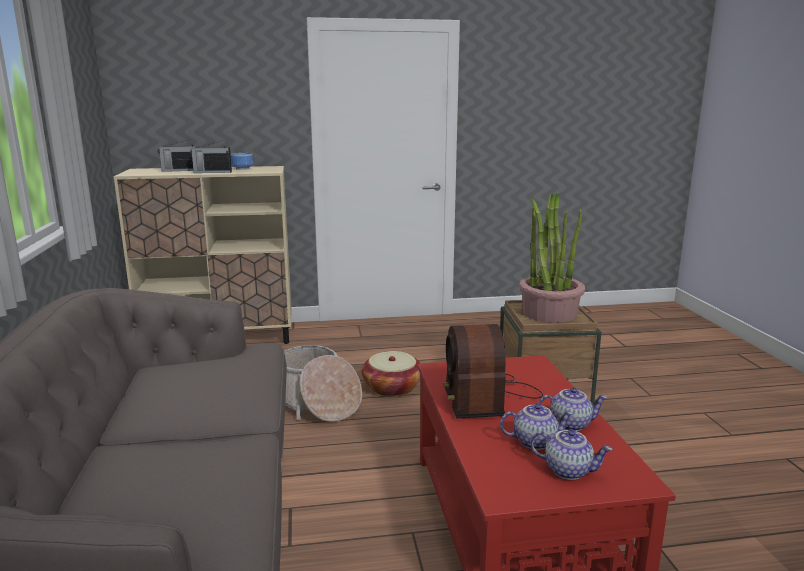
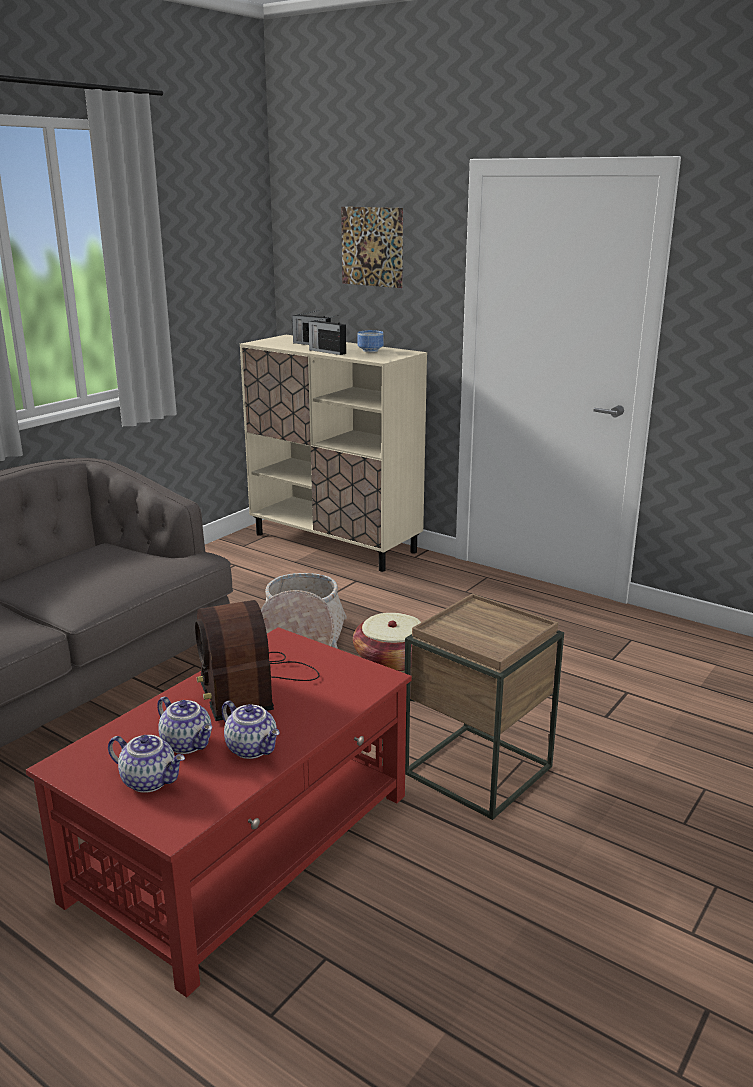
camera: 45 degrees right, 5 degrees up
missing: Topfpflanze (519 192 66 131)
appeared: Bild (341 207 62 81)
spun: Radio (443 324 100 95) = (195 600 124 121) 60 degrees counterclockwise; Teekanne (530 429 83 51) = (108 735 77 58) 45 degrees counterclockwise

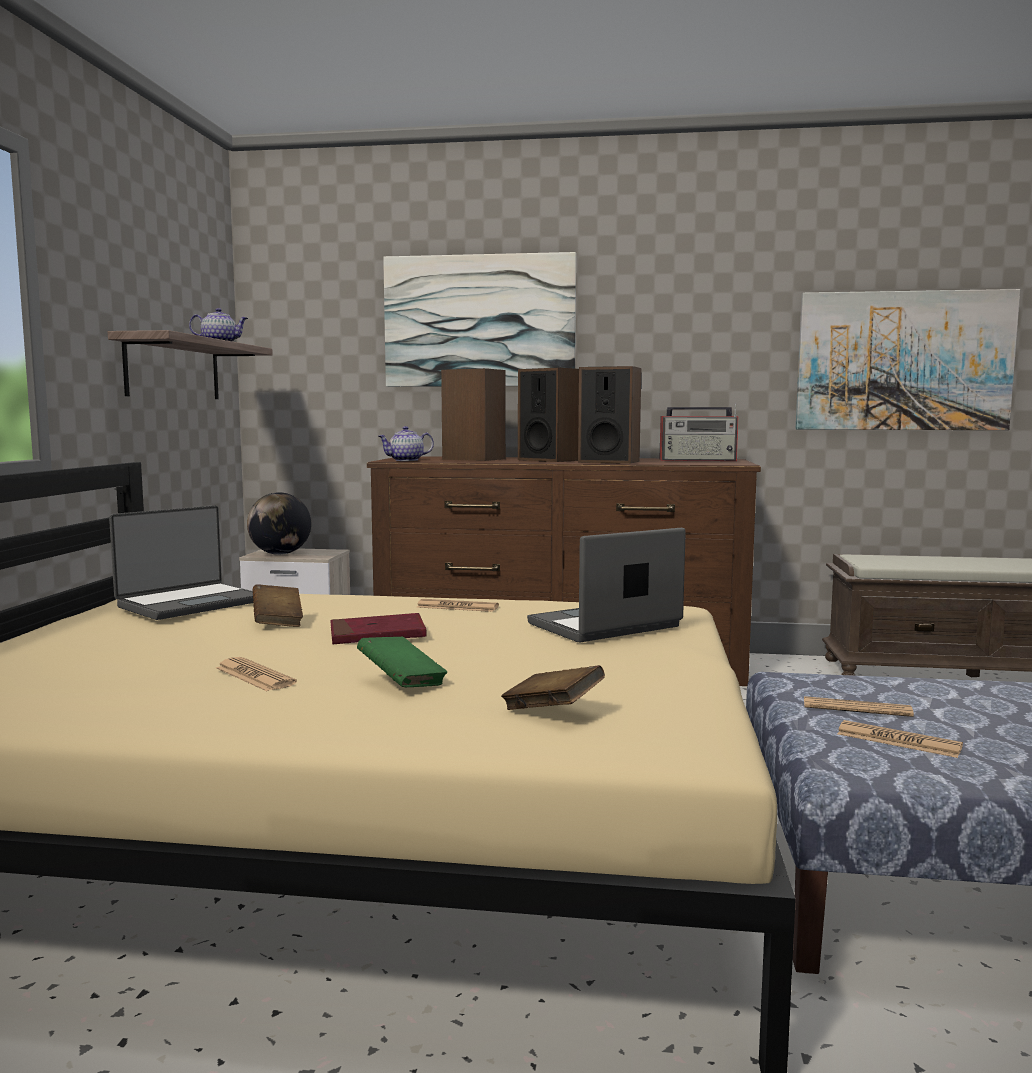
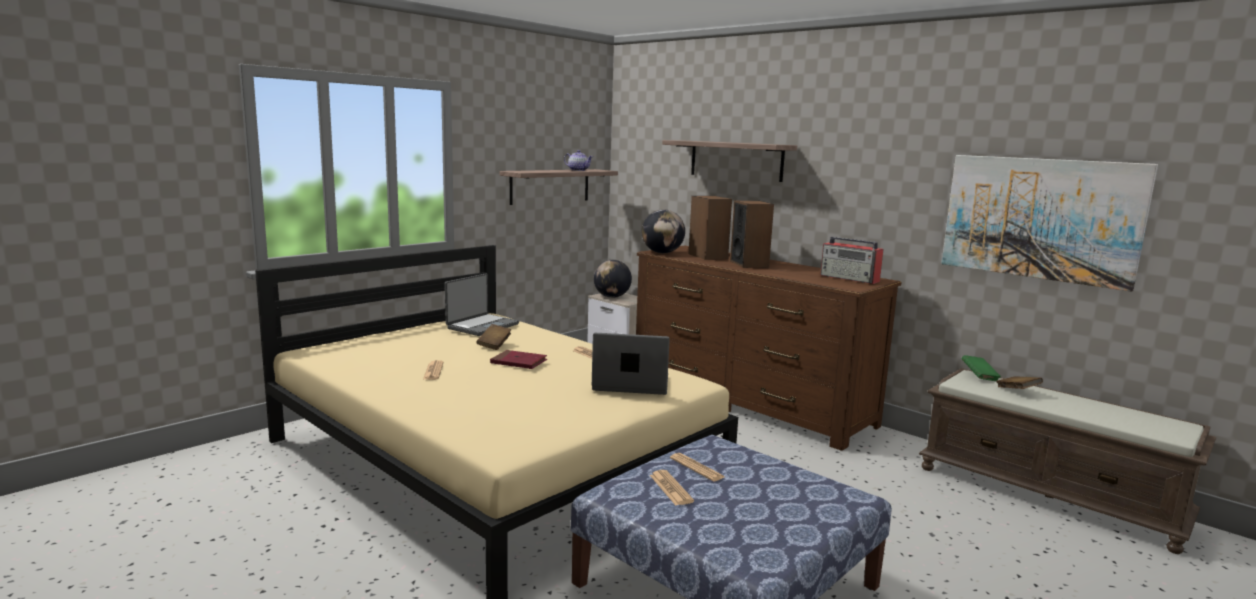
camera: 35 degrees right, 5 degrees up
missing: Lautsprecher (578 366 63 98)
relocated: Buch [grün] (357 637 90 50) to (961 355 40 26); Buch [braun] (501 665 104 45) to (996 376 47 13)
exchanged: Teekanne (378 426 56 35) to Globus (642 209 43 44); Bild (383 252 193 135) to Wandregal (662 140 135 42)
spun: Laptop (109 505 144 115) = (445 273 74 63) 45 degrees counterclockwise

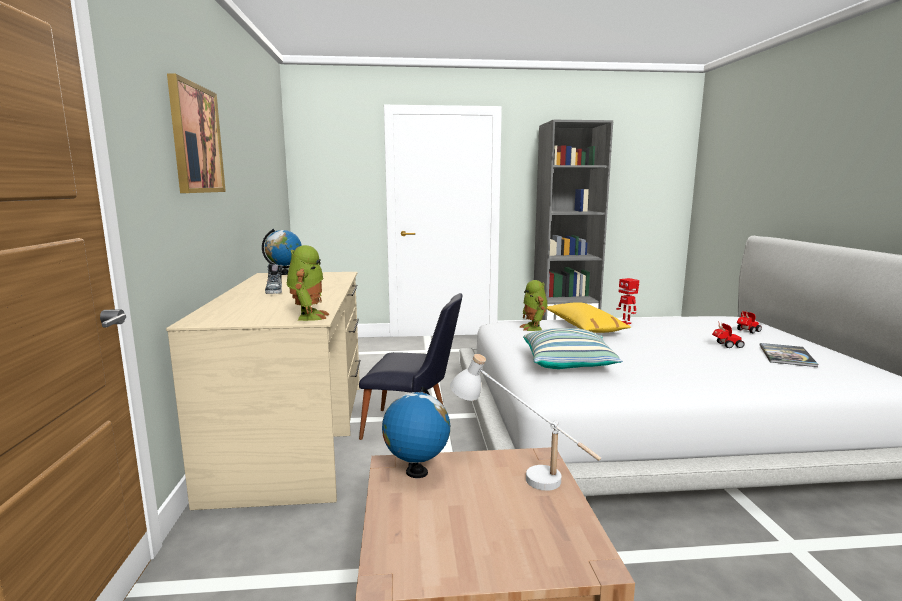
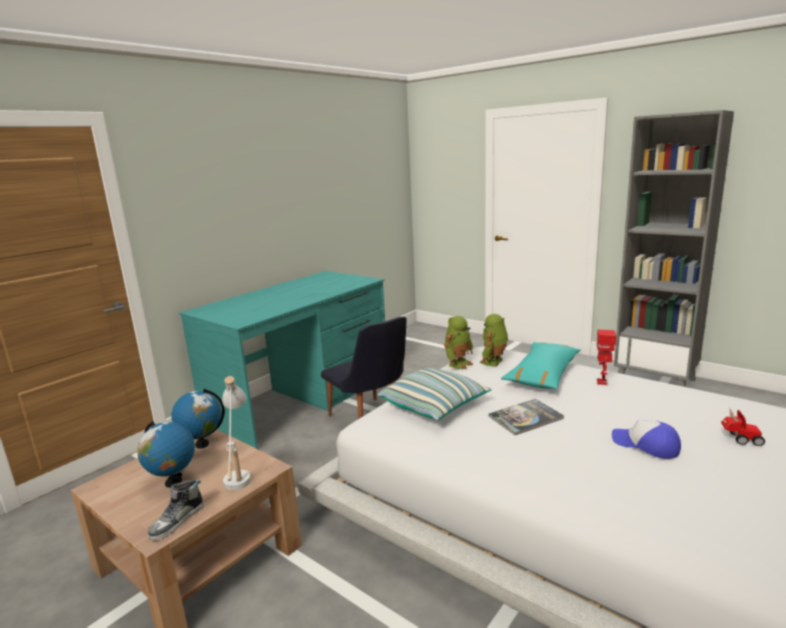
camera: 45 degrees right, 5 degrees up
missing: Bild (167 73 59 120)
relocated: Globus (262 229 40 46) to (137 421 58 66); Schuh (265 264 18 30) to (148 479 56 61); Spielzeugroboter (287 245 43 76) to (444 316 29 53); Buch (759 343 60 24) to (488 399 76 36)
exchanged: Spielzeugauto (712 321 33 27) to Kappe (612 420 69 39)
colour: Schreibtisch [beige] (166 272 194 238) to Schreibtisch [türkis] (179 271 206 178); Kissen [gelb] (546 302 85 31) to Kissen [türkis] (501 342 80 47)

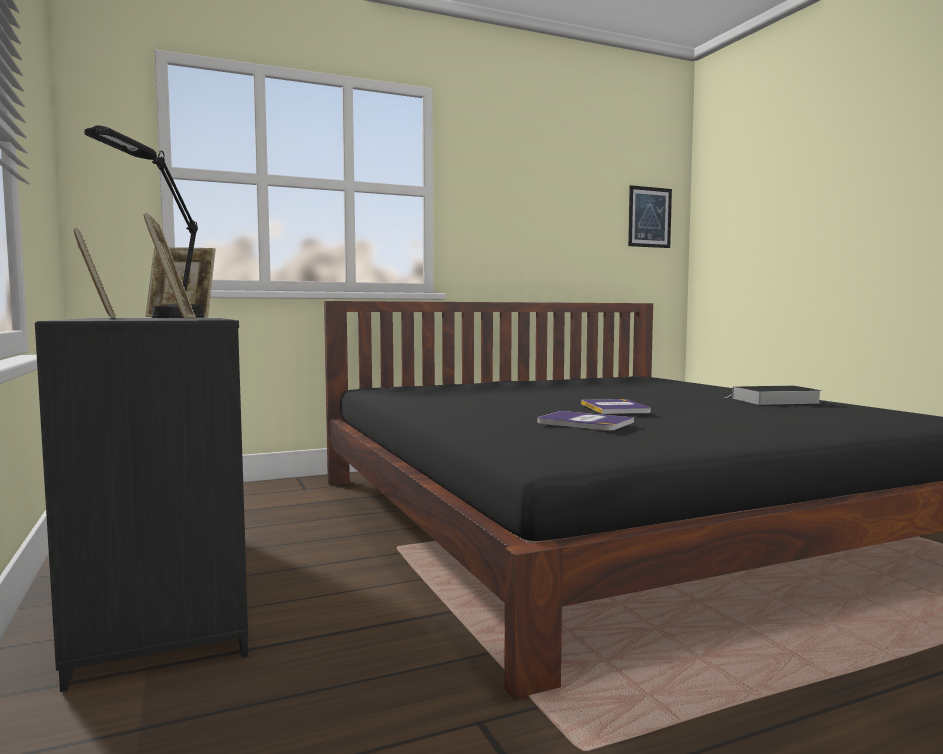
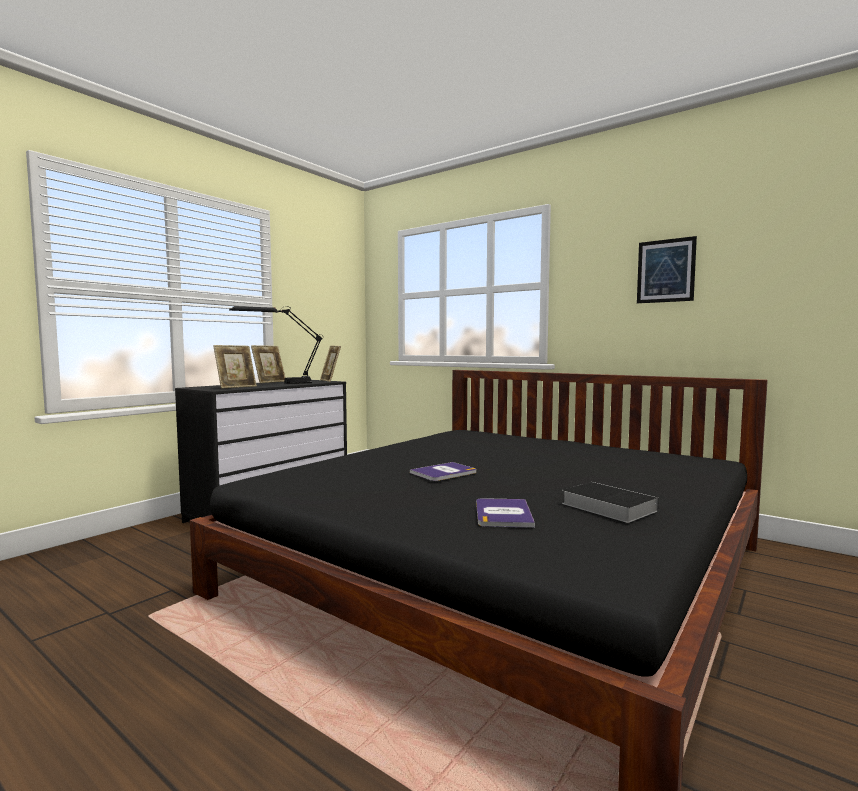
camera: 60 degrees right, 0 degrees up
relocated: Buch (537 411 97 20) to (476 498 59 30); Bild (628 185 44 63) to (637 236 60 67)

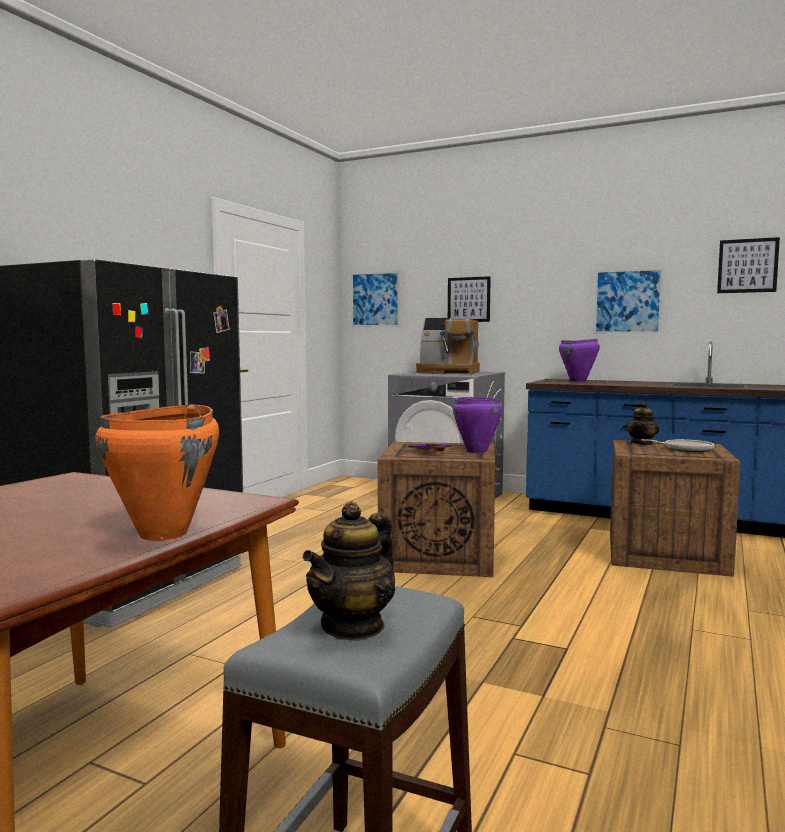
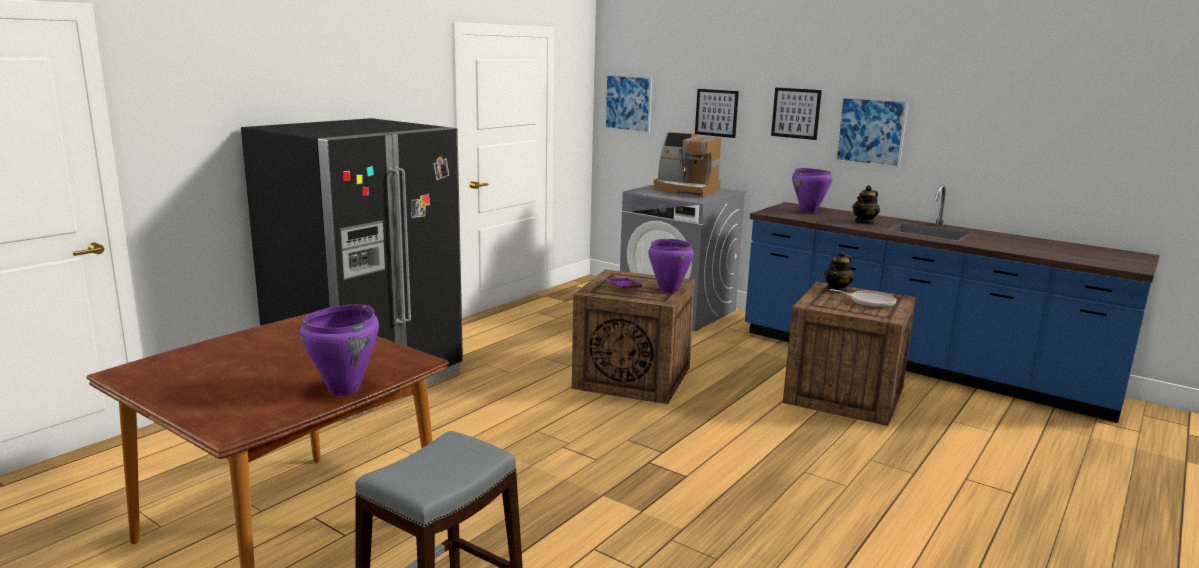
camera: 10 degrees right, 10 degrees up
relocated: Teekanne (302 501 93 140) to (852 185 28 39); Bild (717 237 63 56) to (771 88 51 52)
colour: Kochtopf [orange] (95 404 124 137) to Kochtopf [lila] (300 304 79 91)

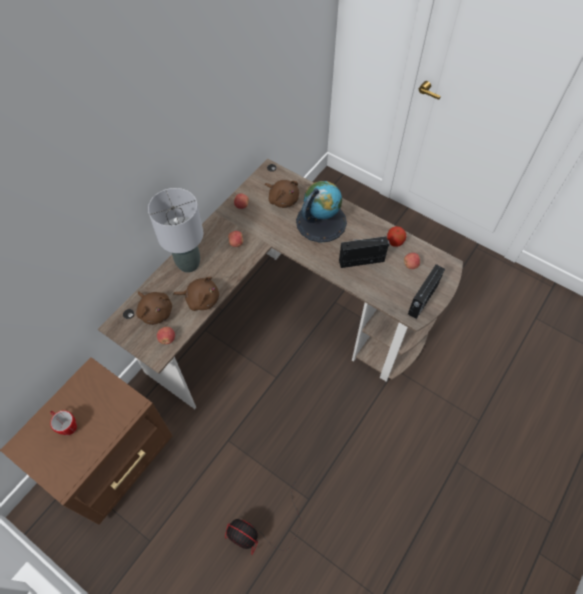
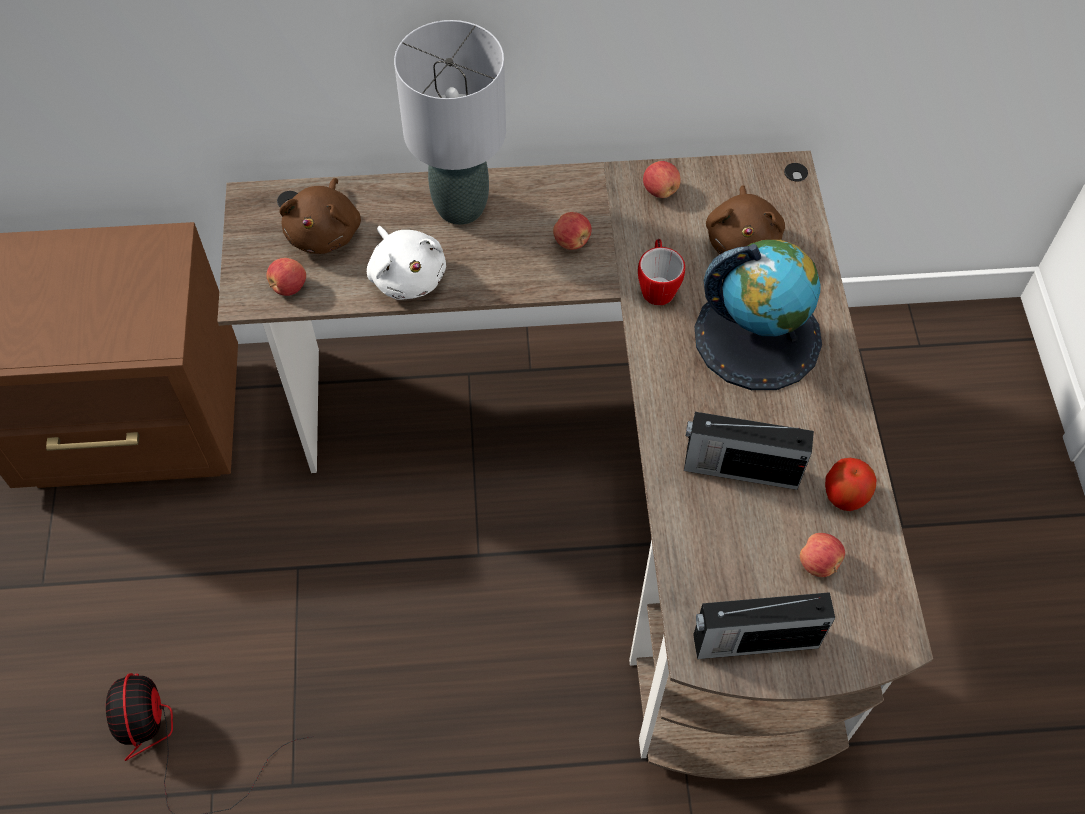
camera: 50 degrees right, 0 degrees up
relocated: Henkelbecher (50 410 27 25) to (638 239 47 66)
colour: Plüschtier [braun] (173 277 46 34) to Plüschtier [weiß] (367 226 79 74)
spun: Radio (339 236 51 32) = (684 412 130 78) 150 degrees clockwise

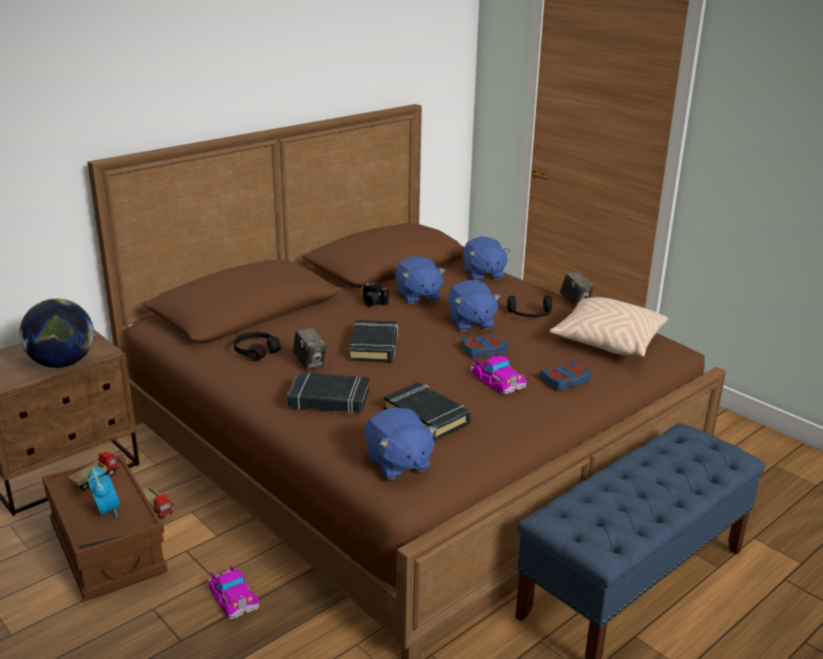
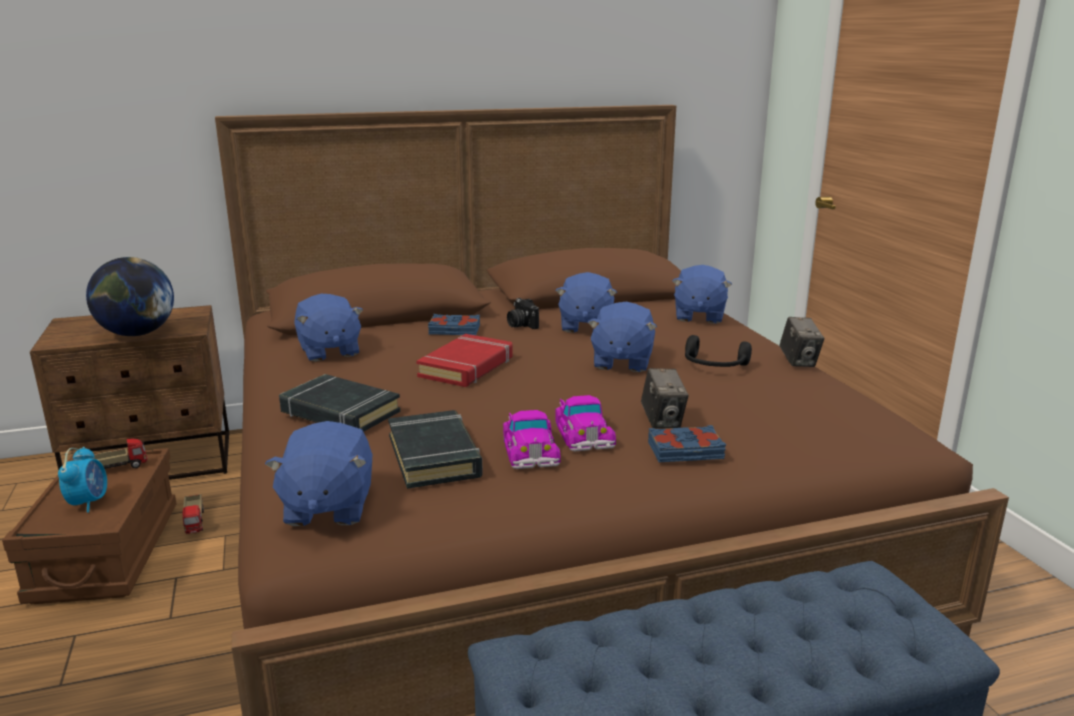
camera: 25 degrees right, 5 degrees down
missing: Kissen [beige] (549 297 119 60)
relocated: Spielzeugauto (208 565 52 54) to (503 410 58 59); Kamera (293 328 34 41) to (641 368 48 60); Buch [blau] (461 333 47 25) to (428 314 52 21)
exchanged: Kopfhörer [schwarz] (234 332 47 28) to Plüschtier [blau] (294 294 69 68)
colour: Buch [schwarz] (349 320 49 42) to Buch [rot] (416 334 97 53)

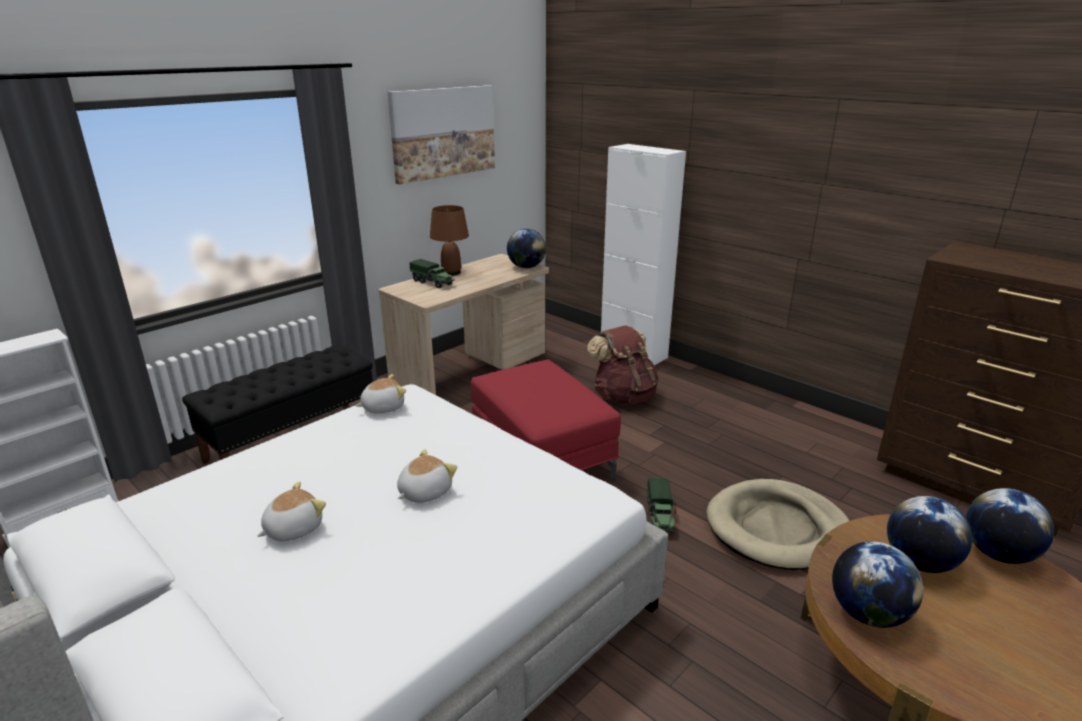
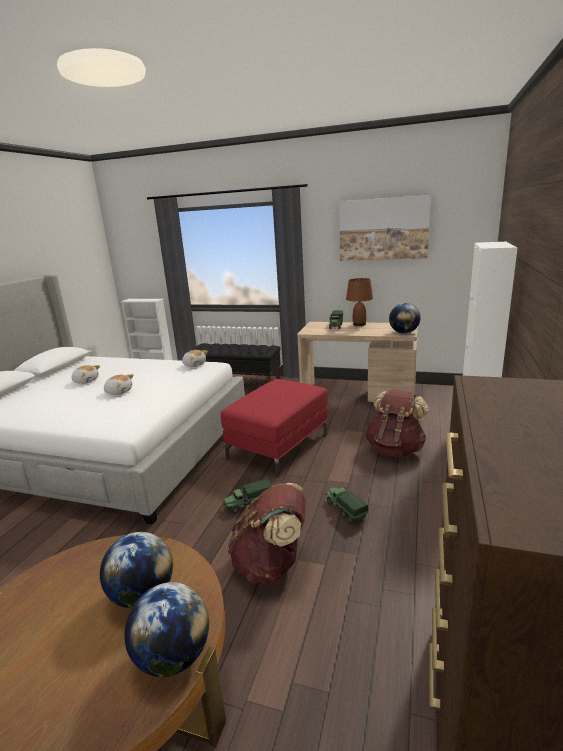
camera: 65 degrees right, 5 degrees down
missing: Globus (832 541 91 87)
appeared: Spielzeuglaster (325 487 43 37)
exchanged: Hundebett [beige] (707 479 142 91) to Rucksack [braun] (228 483 78 100)

